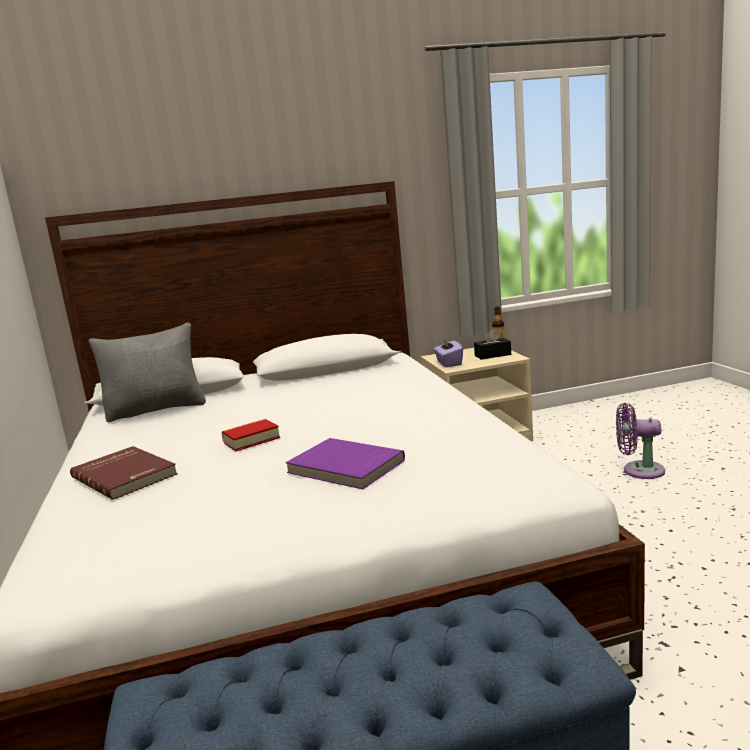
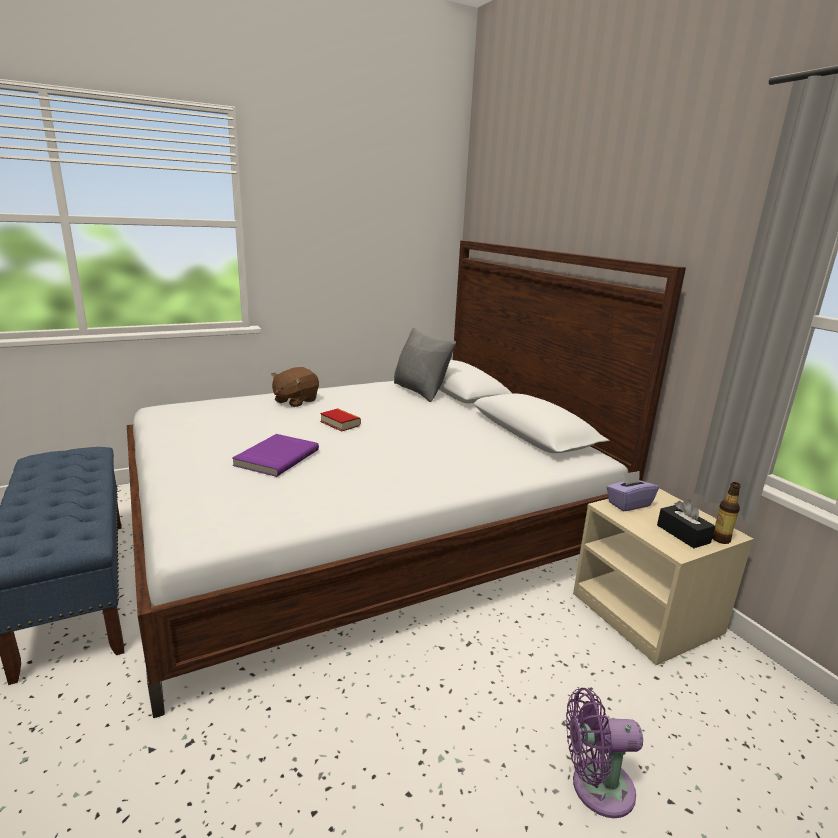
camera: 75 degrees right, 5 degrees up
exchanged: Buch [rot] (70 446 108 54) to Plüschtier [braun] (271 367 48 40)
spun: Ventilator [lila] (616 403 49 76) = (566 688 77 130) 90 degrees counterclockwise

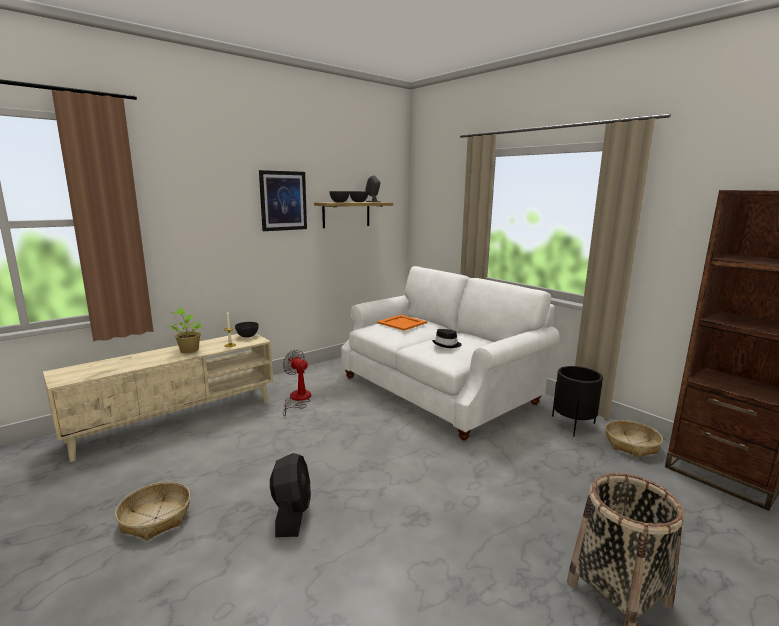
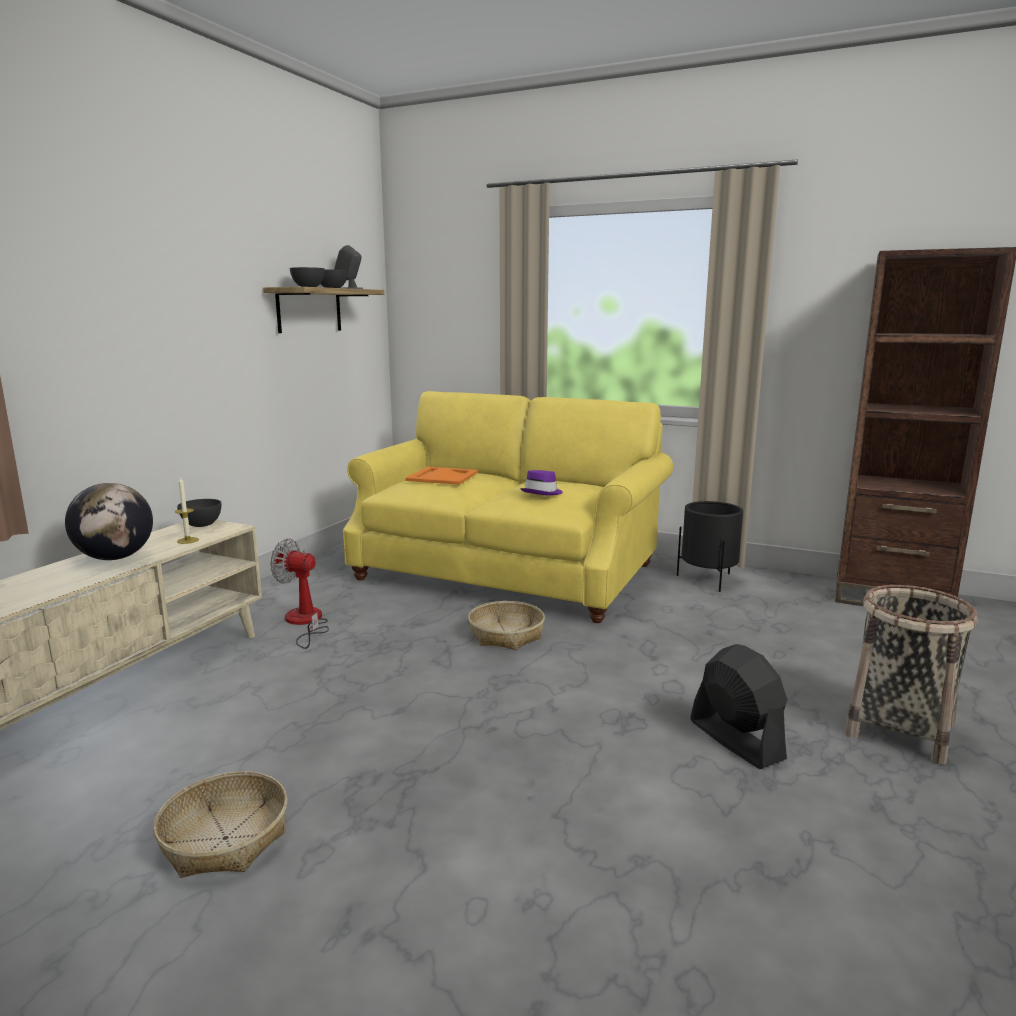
camera: 25 degrees left, 0 degrees up
missing: Bild (259 170 48 61)
relocated: Ventilator [schwarz] (270 453 41 84) to (690 644 97 125); Korb (605 420 58 38) to (468 601 77 49)
exchanged: Topfpflanze (167 308 36 45) to Globus (65 483 88 77)
colour: Sofa [weiß] (341 266 219 174) to Sofa [gelb] (343 391 330 232); Hut [schwarz] (432 329 30 19) to Hut [lila] (520 470 43 26)

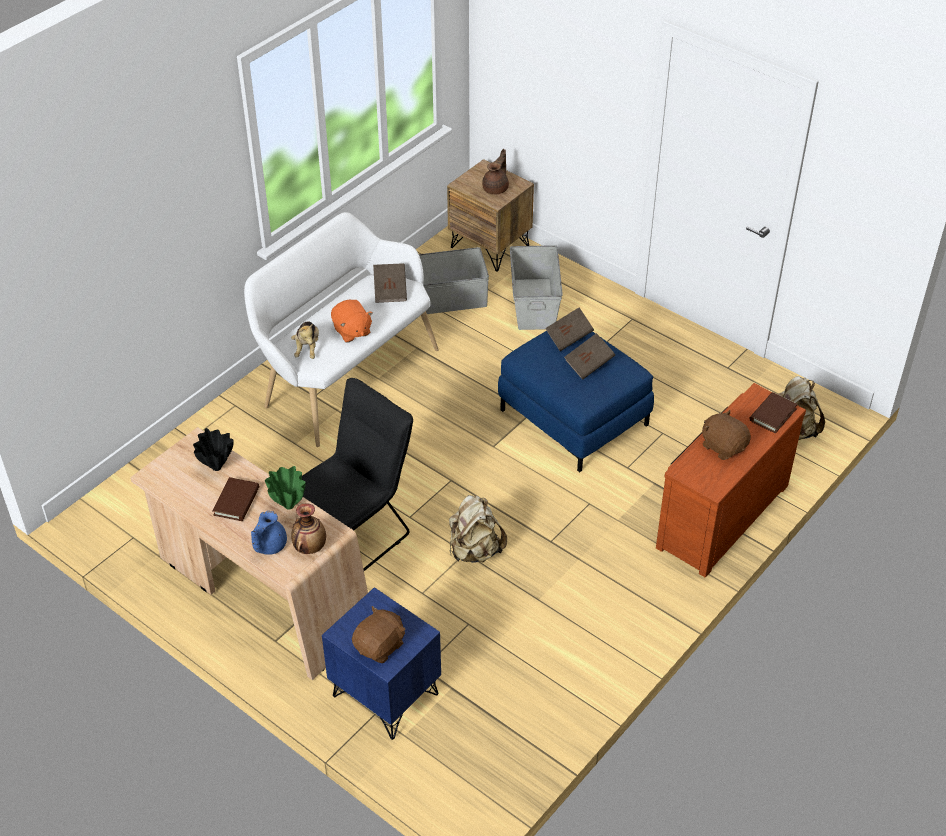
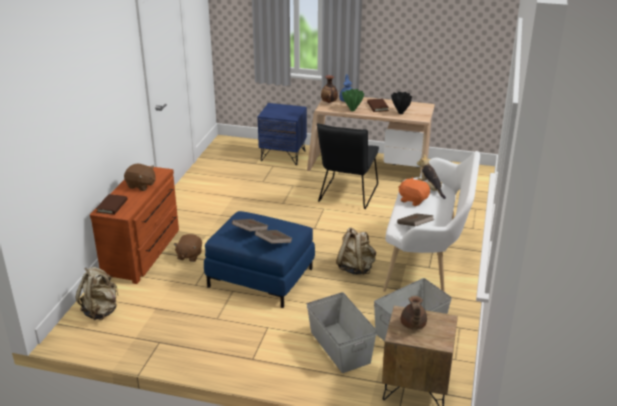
camera: 155 degrees right, 15 degrees down
relocated: Plüschtier [braun] (352 606 54 57) to (174 234 28 28); Rucksack [beige] (449 495 58 68) to (336 227 40 48)

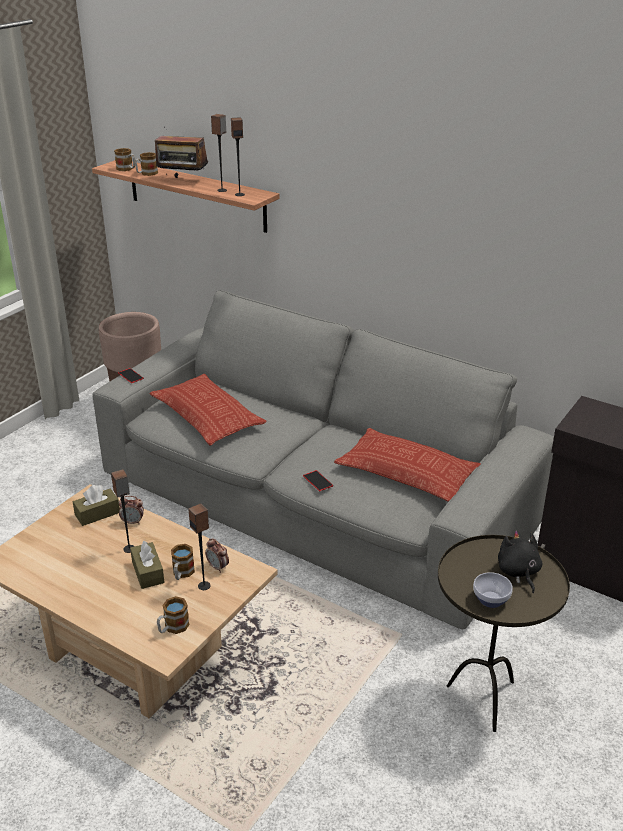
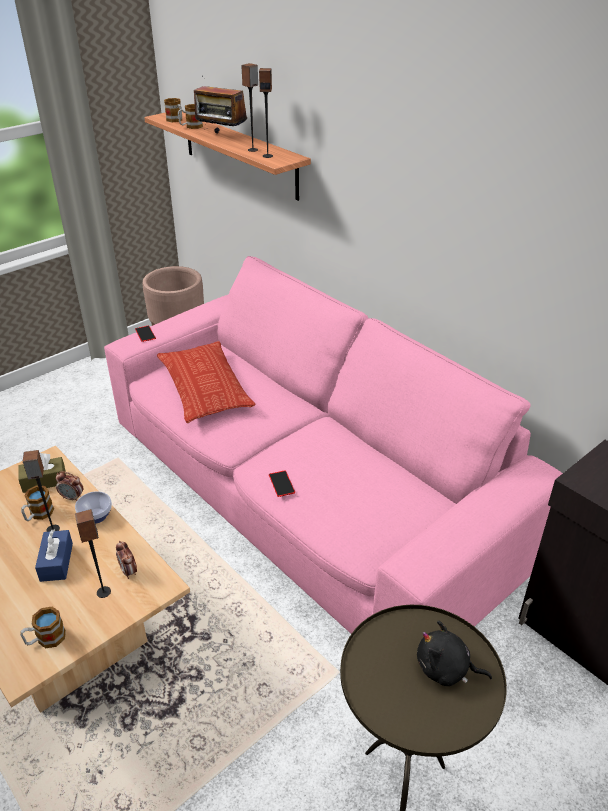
camera: 15 degrees right, 5 degrees up
missing: Kissen (334 428 147 74)
relocated: Henkelbecher (171 544 24 36) to (21 486 33 35); Schüssel (473 572 40 36) to (75 491 37 33)
colour: Sofa [grau] (92 290 462 339) to Sofa [rosa] (104 256 459 378); Taschentuchbox [braun] (130 541 35 48) to Taschentuchbox [blau] (35 529 38 53)
spun: Plüschtier [schwarz] (498 531 44 62) = (417 621 75 65) 75 degrees counterclockwise

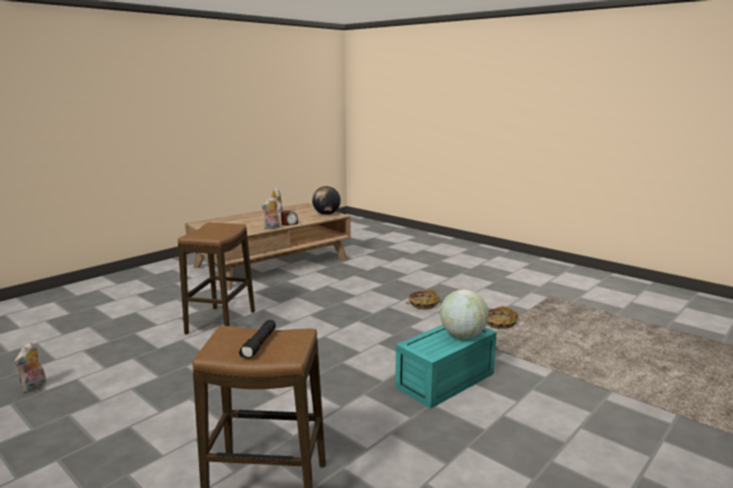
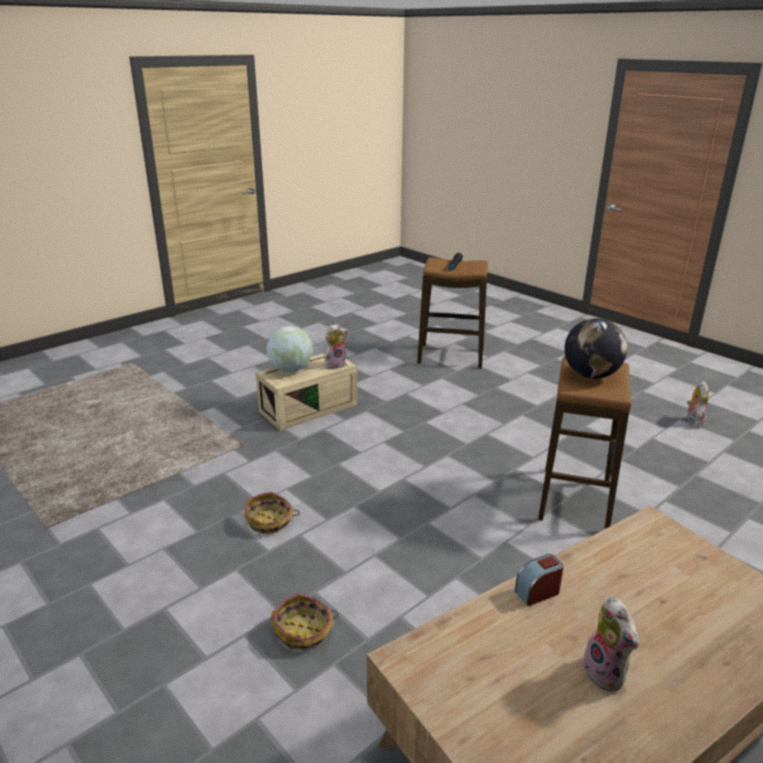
camera: 175 degrees left, 10 degrees up
relocated: Plüschtier (261 197 19 33) to (324 324 24 45); Globus (312 186 29 29) to (564 318 63 61); Korb (487 306 32 23) to (270 593 68 57)
colour: Aufbewahrungsbox [türkis] (395 325 102 84) to Aufbewahrungsbox [beige] (256 353 101 78)

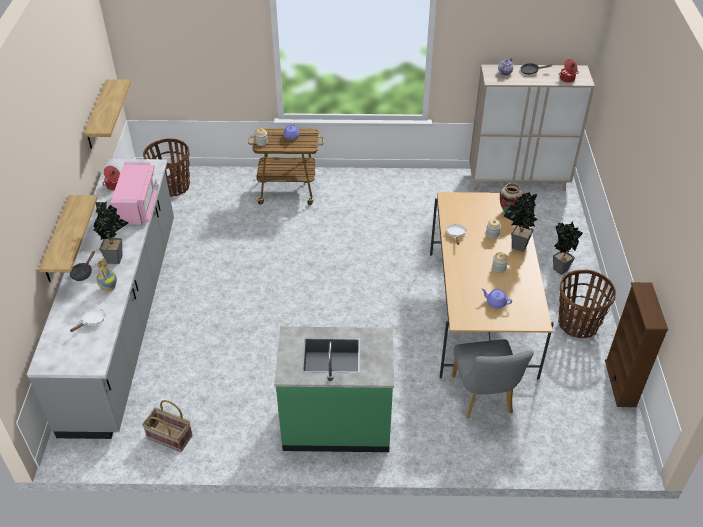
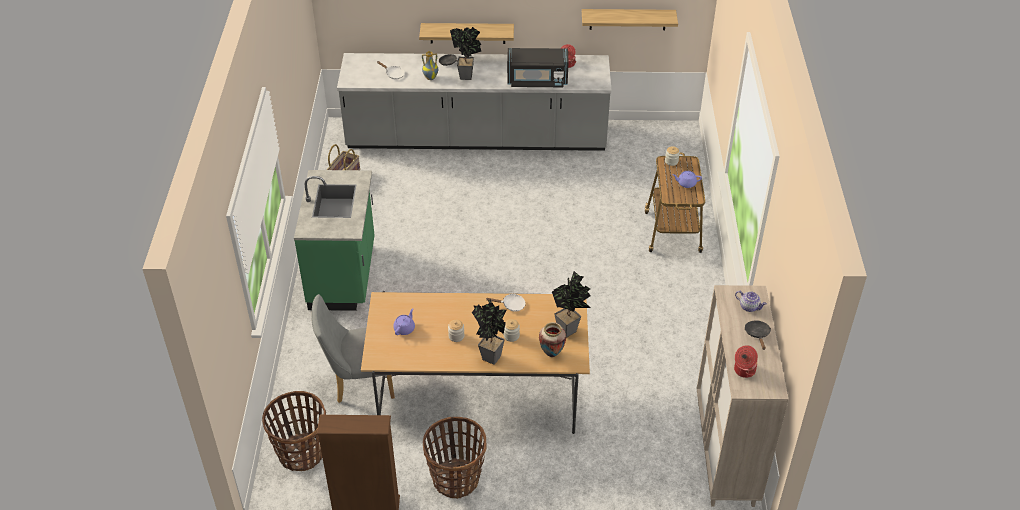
camera: 90 degrees right, 0 degrees up
relocated: Korb (143 138 47 59) to (262 391 64 80); Topfpflanze (553 222 30 53) to (552 271 39 67)
colour: Mikrowelle [rosa] (110 162 49 64) to Mikrowelle [schwarz] (507 48 62 39)

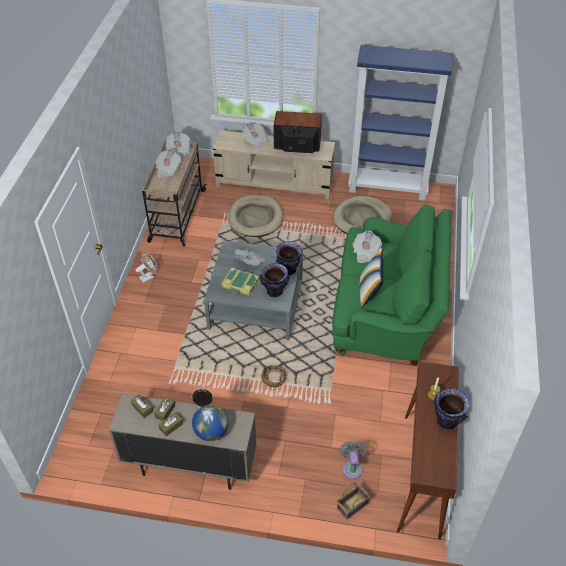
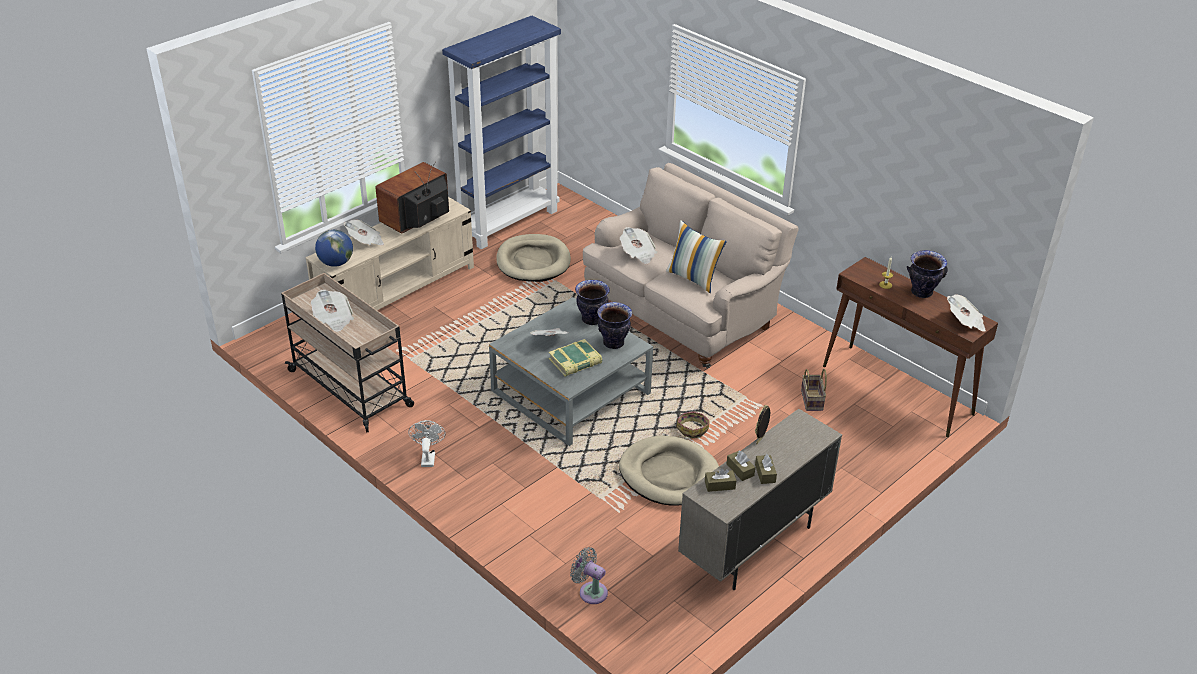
camera: 55 degrees left, 10 degrees down
relocated: Zeitung (166 131 25 27) to (947 294 39 38); Globus (192 404 36 37) to (315 230 38 37); Hundebett [beige] (228 195 55 42) to (619 436 100 70); Korb (337 483 33 37) to (801 369 26 42); Ventilator [grau] (339 441 29 38) to (570 547 38 57)
colour: Sofa [grün] (332 204 120 162) to Sofa [beige] (583 163 216 206)

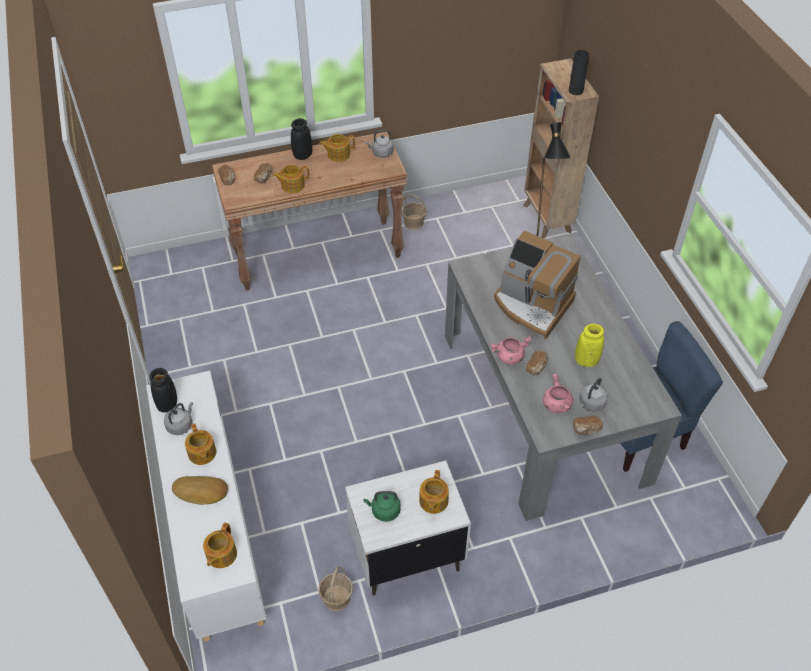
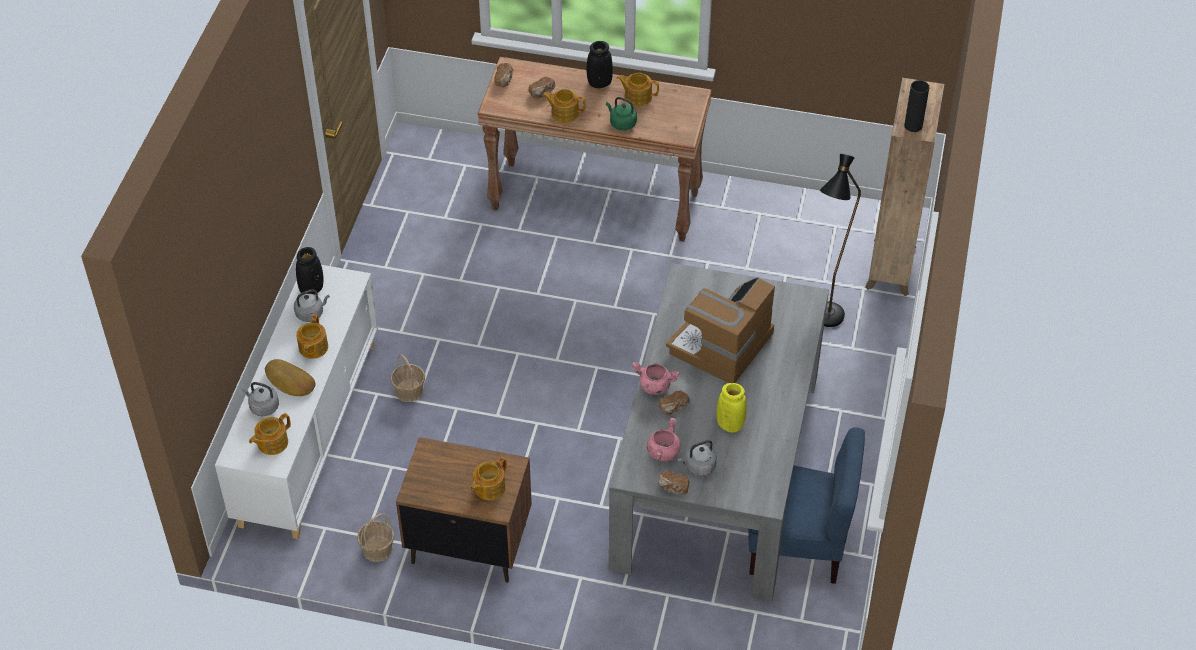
camera: 30 degrees right, 0 degrees up
relocated: Wasserkessel [grün] (363 491 38 31) to (606 97 31 33); Wasserkessel [grau] (365 130 29 27) to (242 382 37 35); Korb (402 194 25 36) to (390 354 35 48)
colour: Nachttisch [weiß] (345 461 126 135) to Nachttisch [braun] (396 437 136 146)
spun: Kaffeemaschine (494 230 87 109) = (666 277 109 106) 60 degrees clockwise

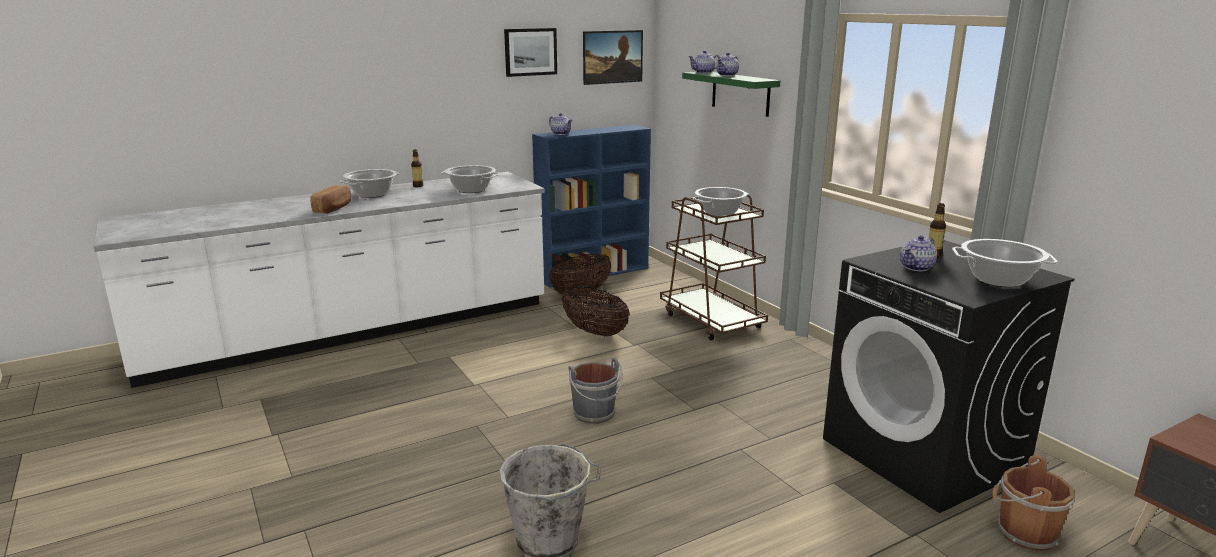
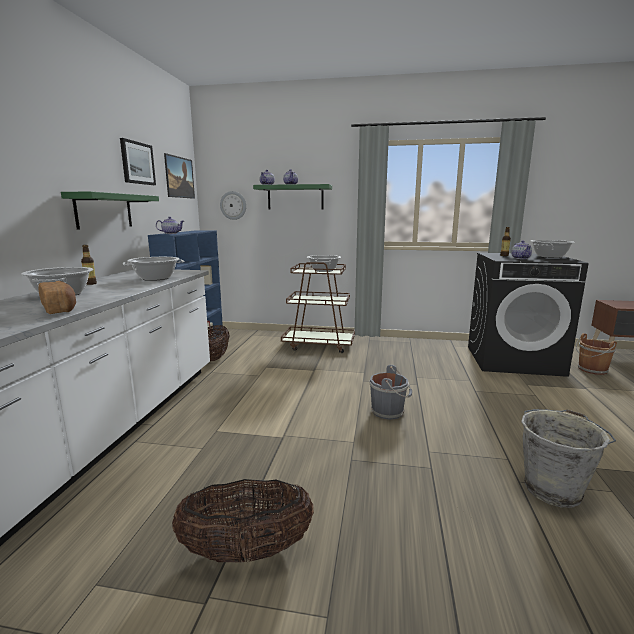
camera: 50 degrees left, 5 degrees down
appeared: Wandregal [grün] (61 192 98 38); Wanduhr (220 191 26 29)
relocated: Korb (561 287 69 49) to (172 479 142 84)

